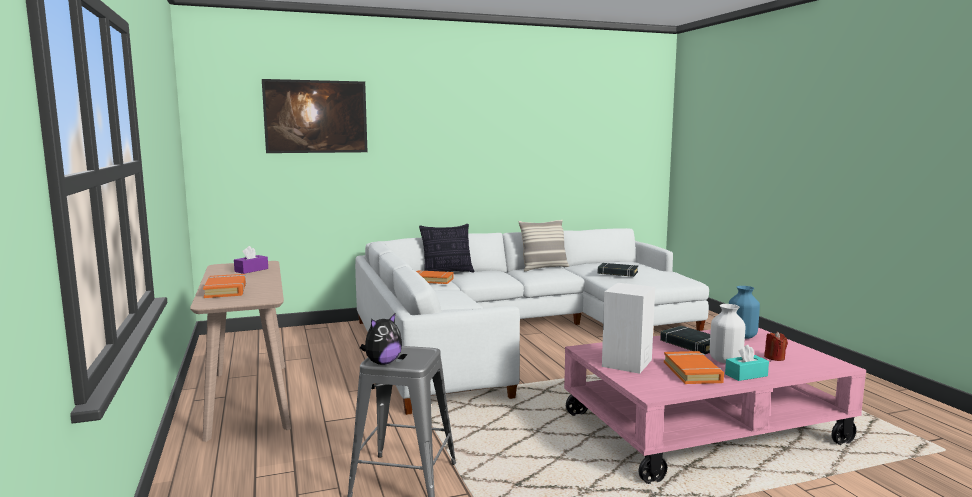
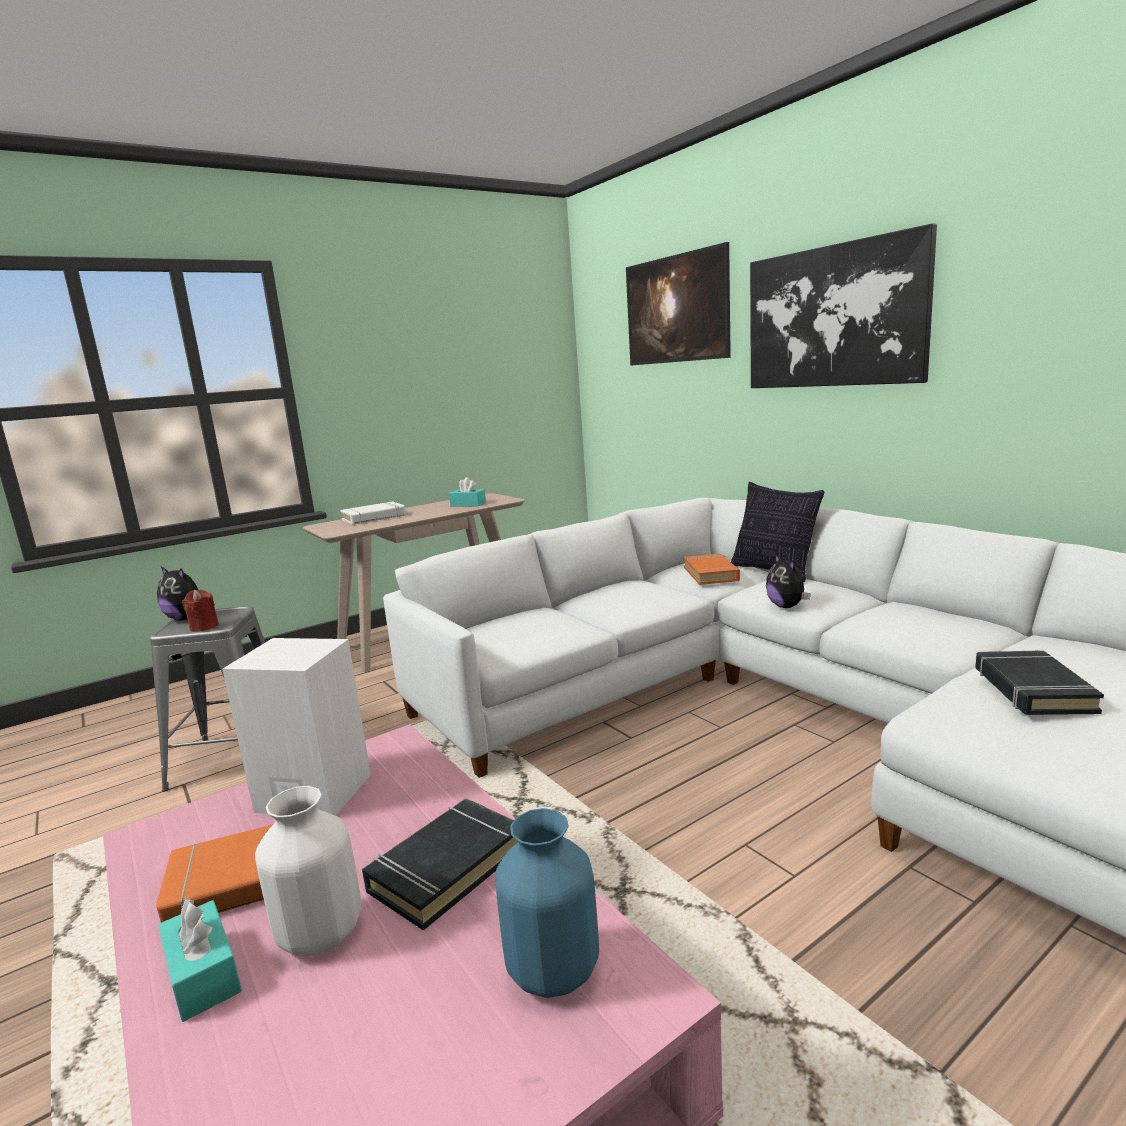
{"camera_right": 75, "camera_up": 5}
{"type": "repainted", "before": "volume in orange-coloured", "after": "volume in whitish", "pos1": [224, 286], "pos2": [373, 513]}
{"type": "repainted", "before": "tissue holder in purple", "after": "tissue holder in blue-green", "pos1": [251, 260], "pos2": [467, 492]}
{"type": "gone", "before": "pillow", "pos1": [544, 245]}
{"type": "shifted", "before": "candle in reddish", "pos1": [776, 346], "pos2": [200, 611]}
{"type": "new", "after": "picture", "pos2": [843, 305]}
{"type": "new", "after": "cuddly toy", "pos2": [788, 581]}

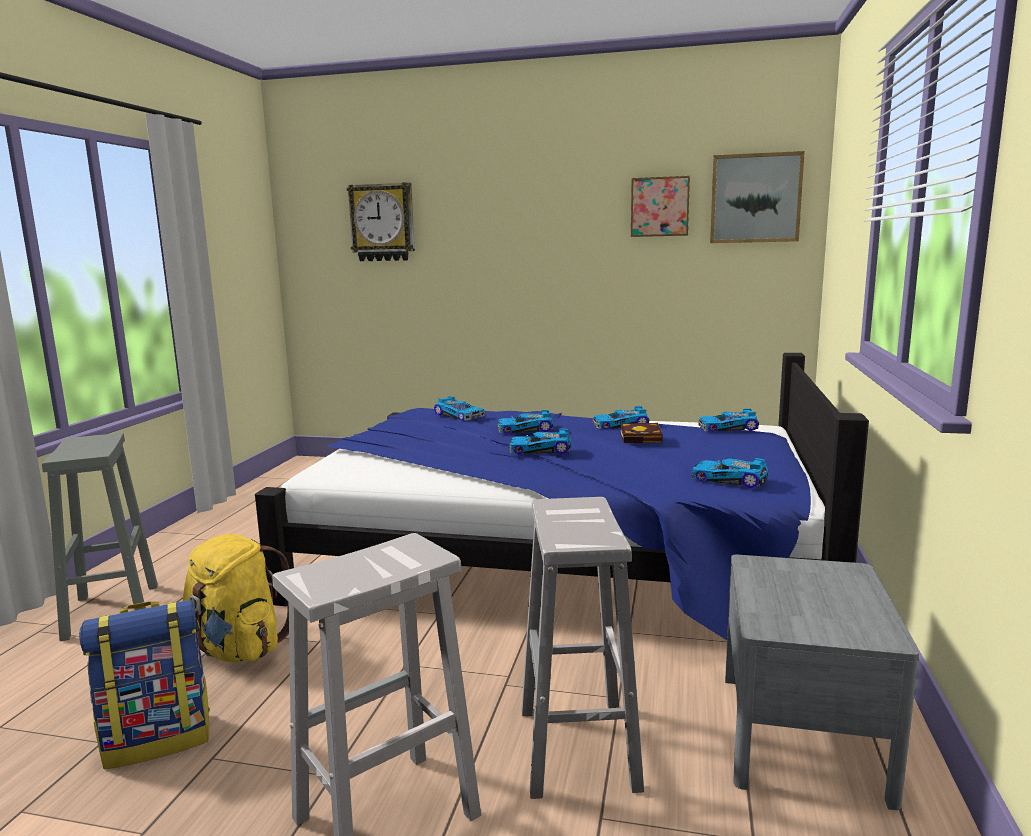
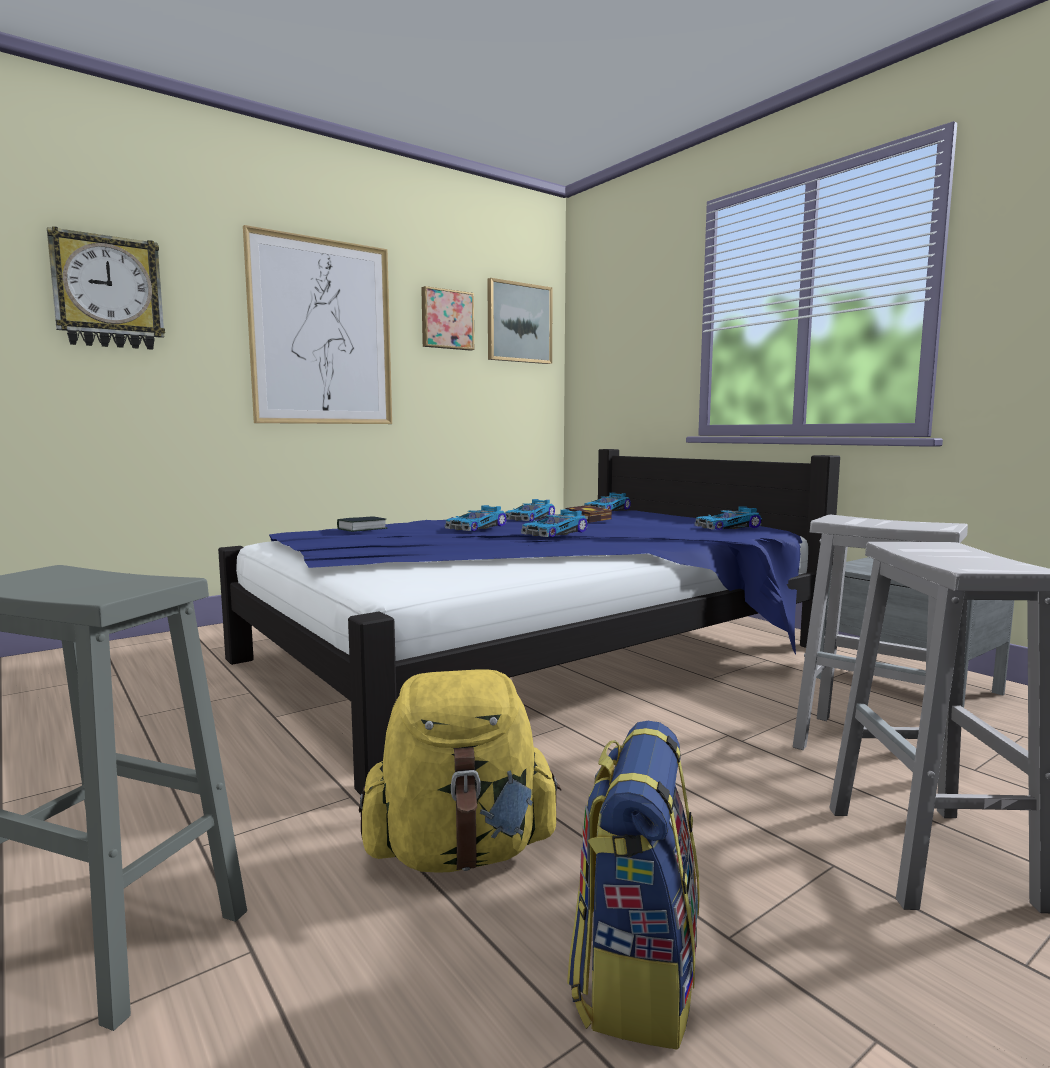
{"camera_right": -50, "camera_up": -5}
{"type": "swapped", "before": "toy car", "after": "volume", "pos1": [459, 408], "pos2": [362, 524]}
{"type": "new", "after": "picture", "pos2": [317, 324]}

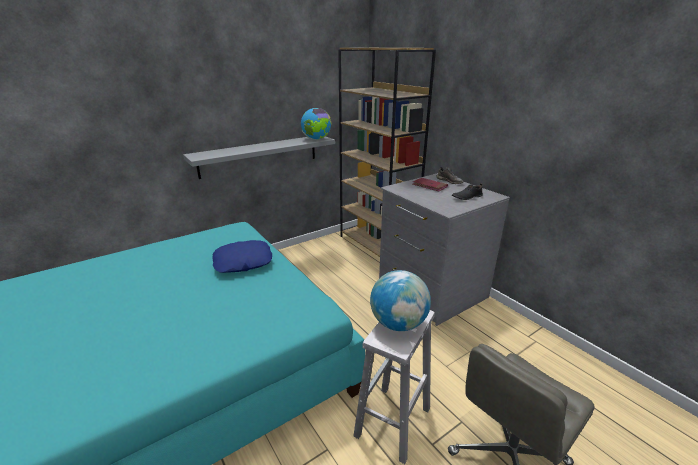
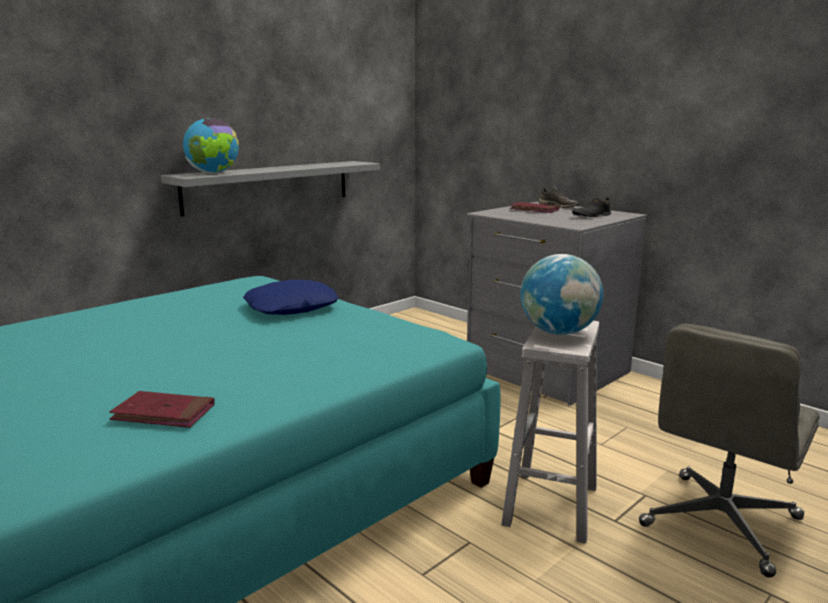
{"camera_right": -10, "camera_up": -10}
{"type": "shifted", "before": "globe", "pos1": [316, 124], "pos2": [211, 146]}
{"type": "gone", "before": "shelving unit in brown", "pos1": [387, 152]}
{"type": "new", "after": "volume in reddish", "pos2": [162, 409]}

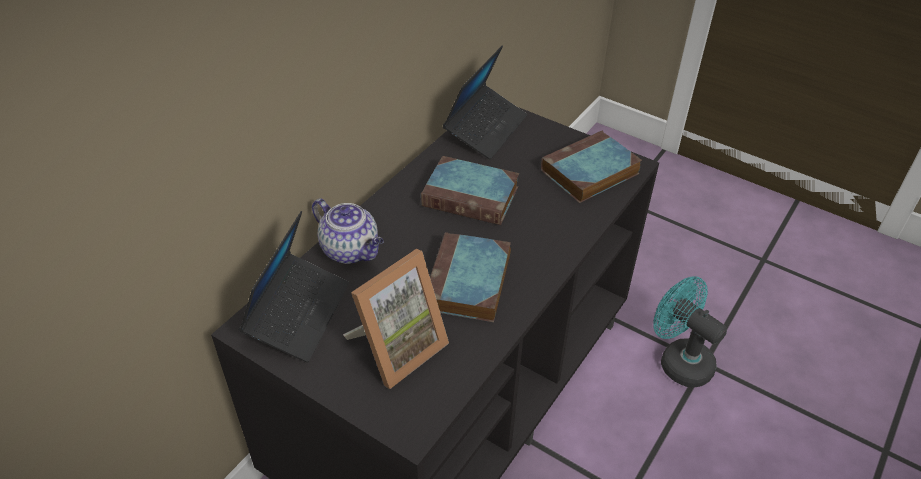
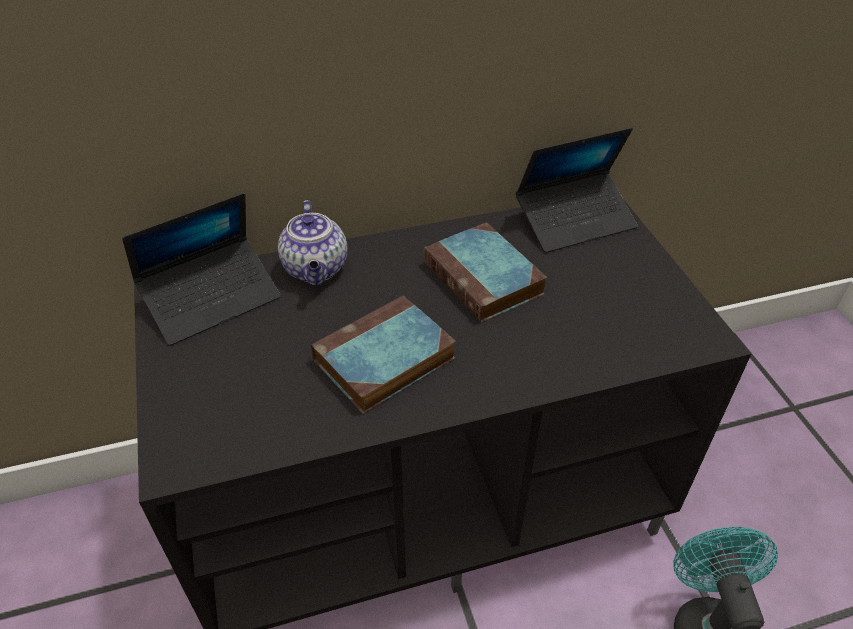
{"camera_right": 40, "camera_up": 0}
{"type": "gone", "before": "standing frame", "pos1": [396, 319]}
{"type": "gone", "before": "volume", "pos1": [591, 167]}

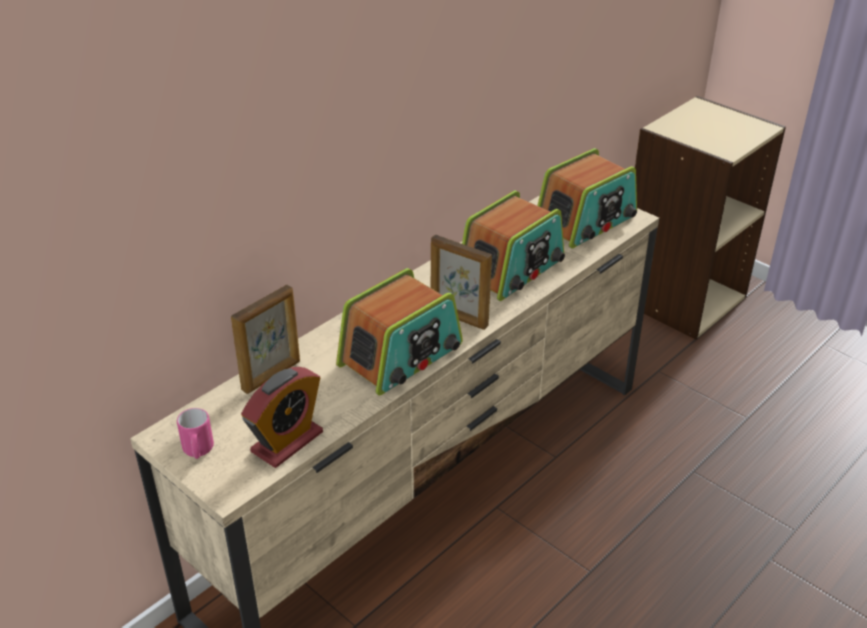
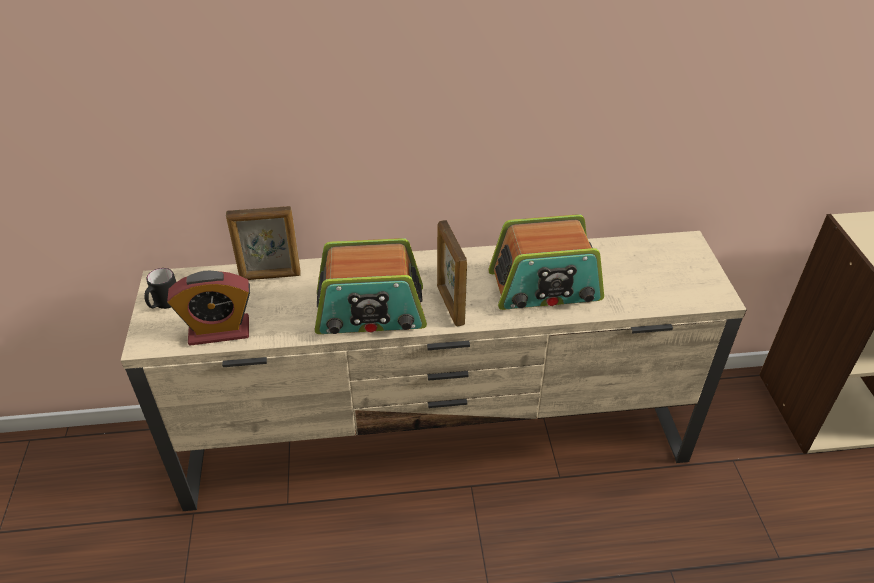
{"camera_right": 40, "camera_up": 5}
{"type": "repainted", "before": "mug in pink-coloured", "after": "mug in blackish", "pos1": [195, 433], "pos2": [160, 288]}
{"type": "gone", "before": "radio", "pos1": [587, 198]}

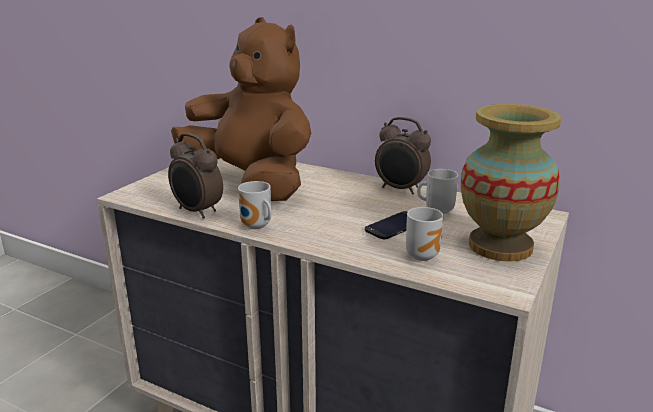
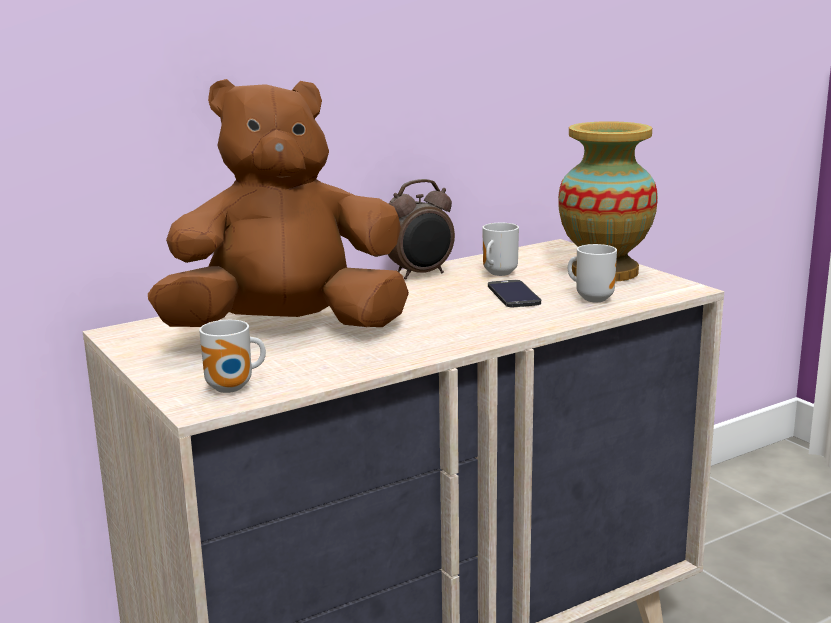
{"camera_right": -60, "camera_up": -5}
{"type": "gone", "before": "bedside clock", "pos1": [195, 176]}
{"type": "shifted", "before": "mug", "pos1": [255, 205], "pos2": [232, 356]}

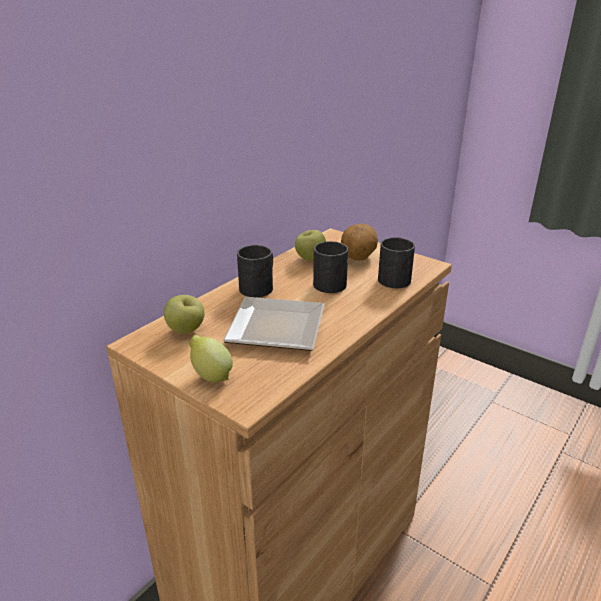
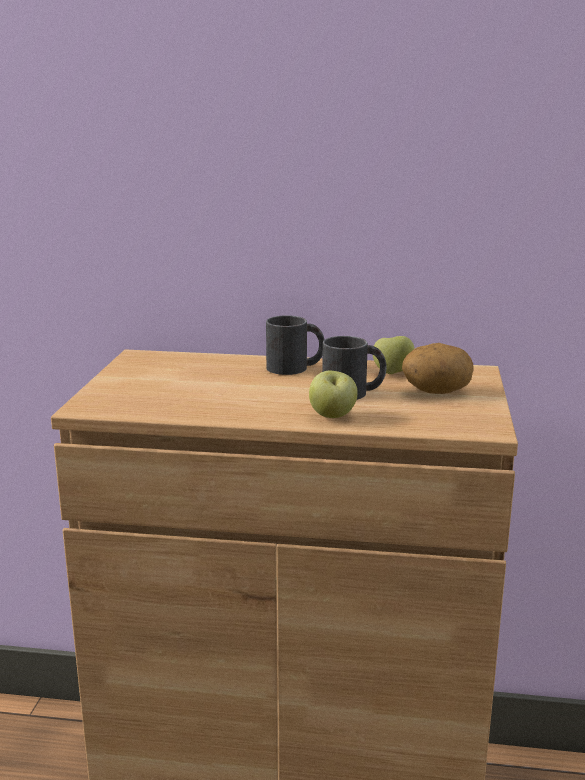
{"camera_right": 60, "camera_up": -10}
{"type": "shifted", "before": "apple fruit", "pos1": [184, 314], "pos2": [333, 394]}
{"type": "gone", "before": "whole lemon", "pos1": [211, 358]}
{"type": "gone", "before": "flat dish", "pos1": [273, 324]}
{"type": "gone", "before": "mug in blackish", "pos1": [396, 262]}

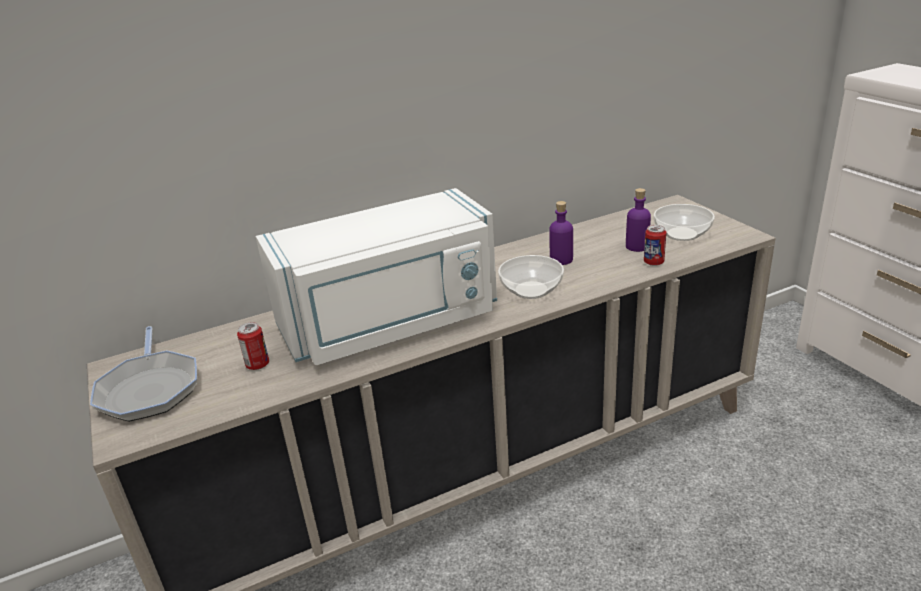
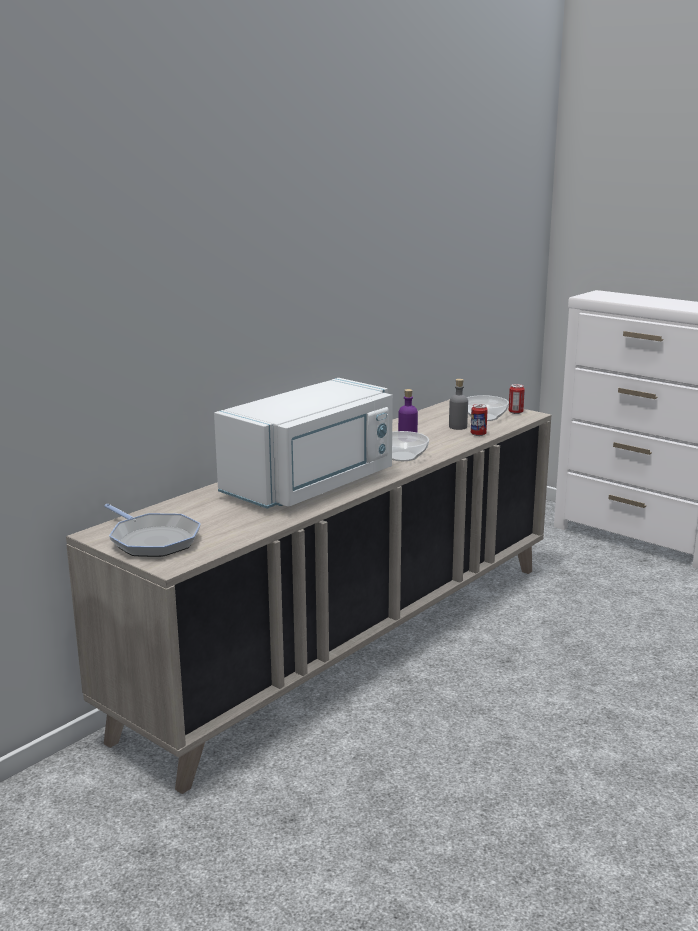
{"camera_right": -25, "camera_up": -10}
{"type": "shifted", "before": "can", "pos1": [253, 346], "pos2": [517, 399]}
{"type": "repainted", "before": "drink bottle in purple", "after": "drink bottle in gray", "pos1": [638, 220], "pos2": [458, 404]}

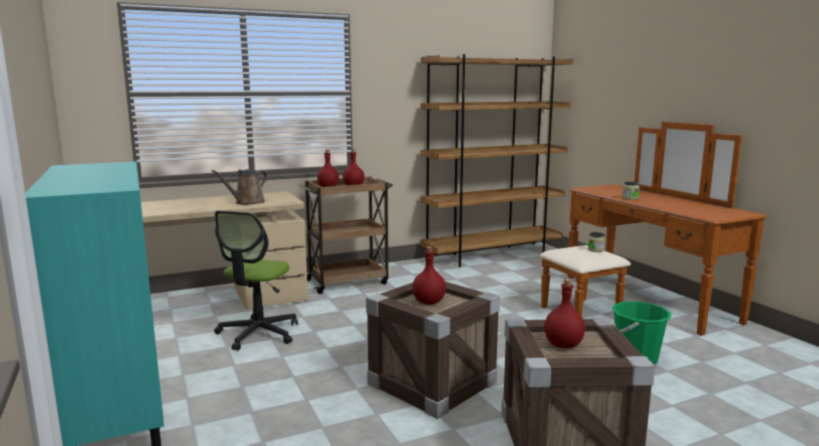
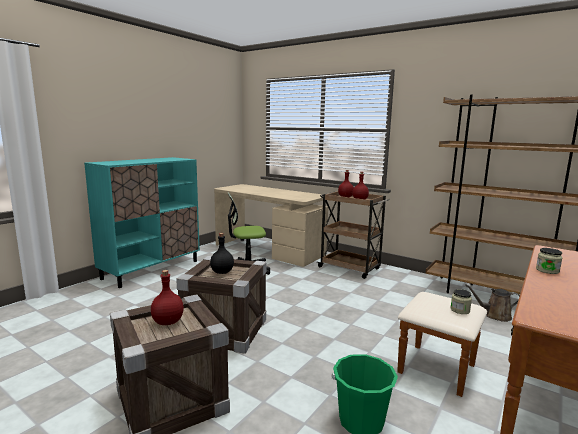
{"camera_right": 60, "camera_up": 0}
{"type": "shifted", "before": "watering can in brown", "pos1": [239, 187], "pos2": [492, 303]}
{"type": "repainted", "before": "drink bottle in reddish", "after": "drink bottle in blackish", "pos1": [429, 275], "pos2": [222, 253]}

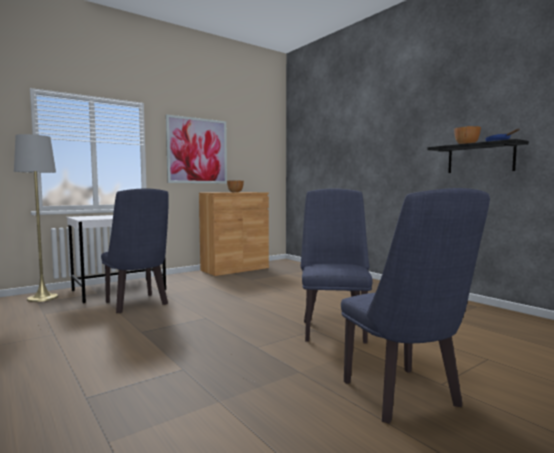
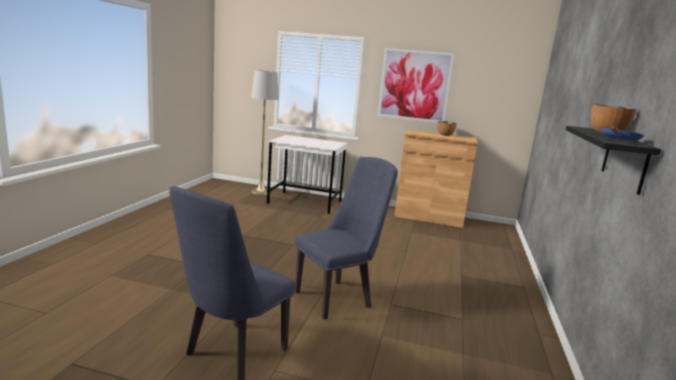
{"camera_right": 50, "camera_up": 10}
{"type": "gone", "before": "chair in bluish", "pos1": [135, 250]}

